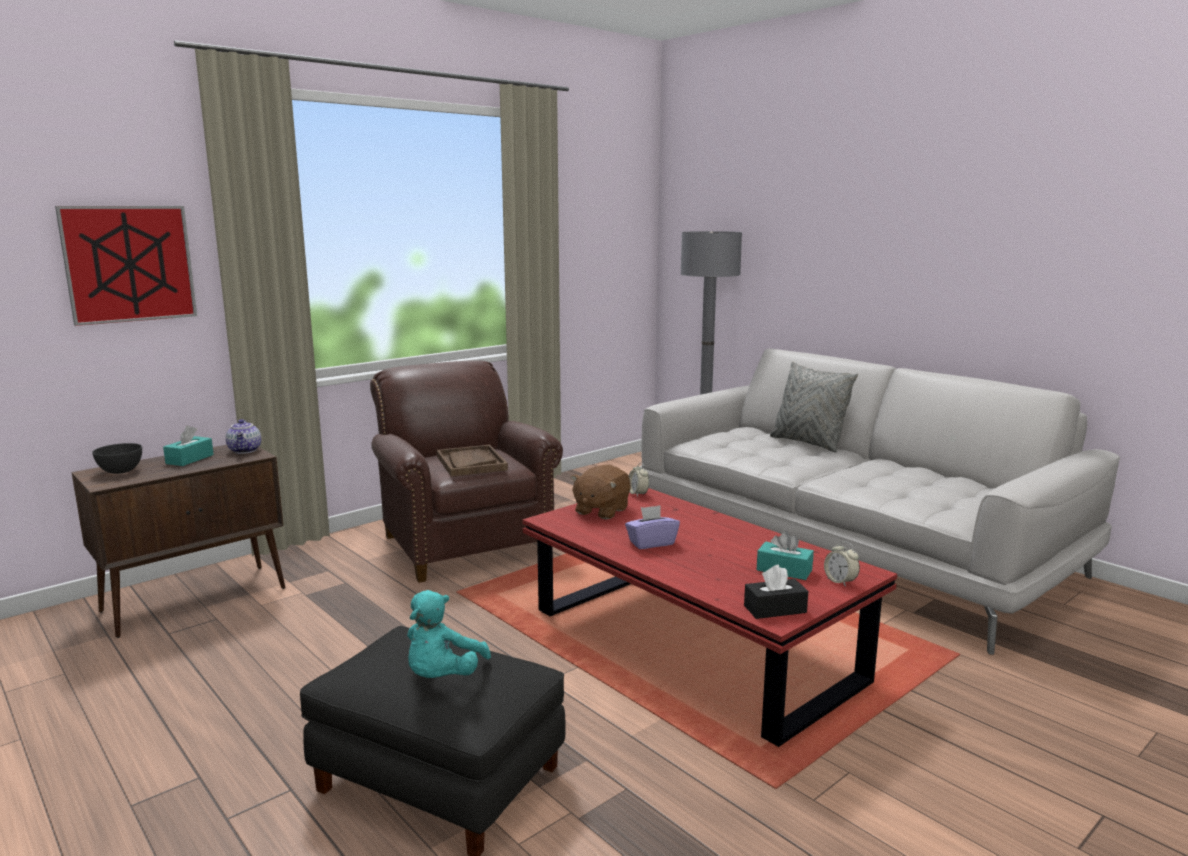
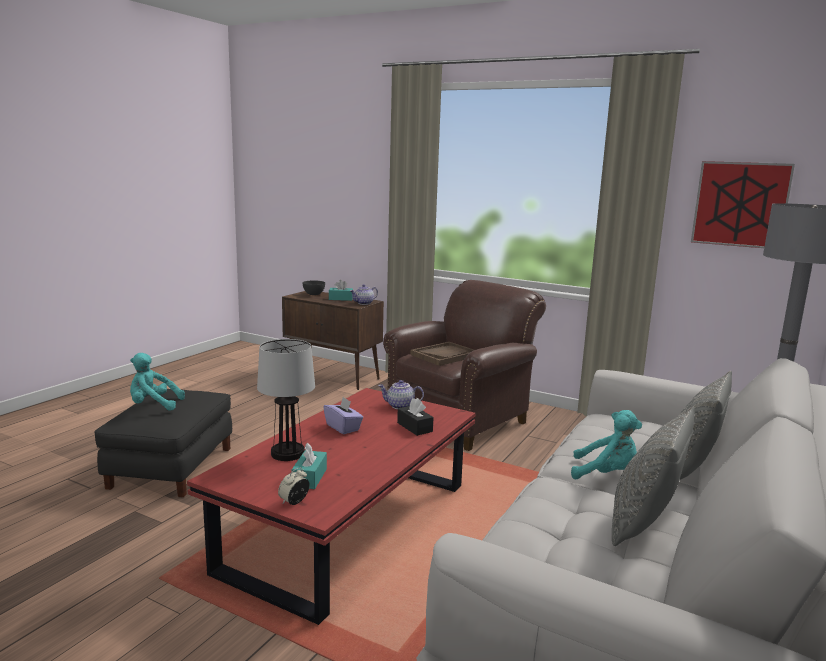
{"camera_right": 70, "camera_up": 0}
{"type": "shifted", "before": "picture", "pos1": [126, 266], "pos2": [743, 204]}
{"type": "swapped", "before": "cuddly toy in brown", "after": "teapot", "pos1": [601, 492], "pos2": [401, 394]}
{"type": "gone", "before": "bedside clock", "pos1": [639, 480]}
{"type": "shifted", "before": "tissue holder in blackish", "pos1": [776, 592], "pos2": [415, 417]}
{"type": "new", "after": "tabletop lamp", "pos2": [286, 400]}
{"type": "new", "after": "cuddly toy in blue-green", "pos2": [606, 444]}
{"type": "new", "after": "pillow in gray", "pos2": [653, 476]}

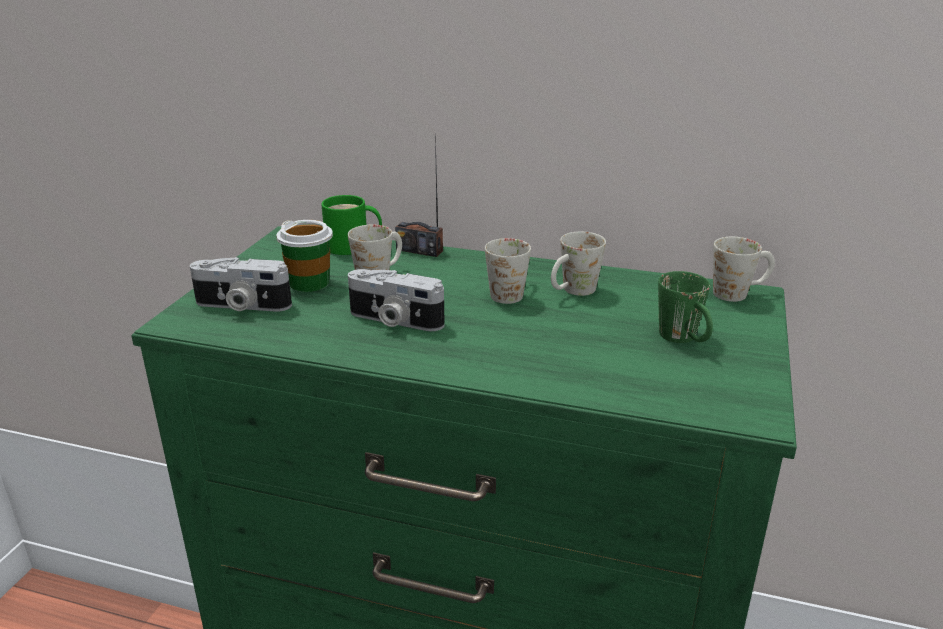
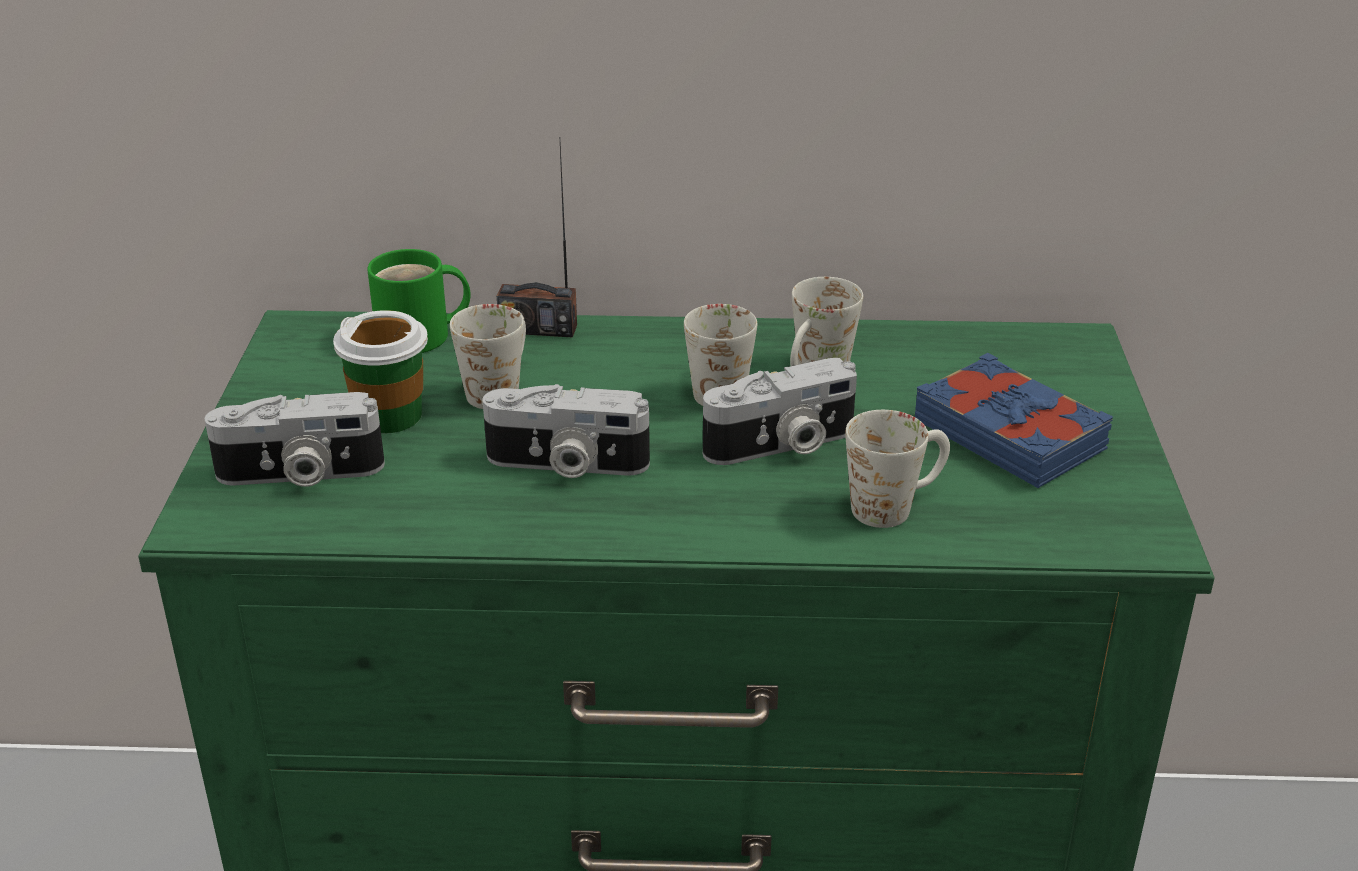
{"camera_right": -15, "camera_up": 5}
{"type": "swapped", "before": "mug in green", "after": "volume in bluish", "pos1": [685, 307], "pos2": [1014, 420]}
{"type": "shifted", "before": "mug in whitish", "pos1": [744, 269], "pos2": [897, 469]}
{"type": "new", "after": "still camera", "pos2": [780, 411]}

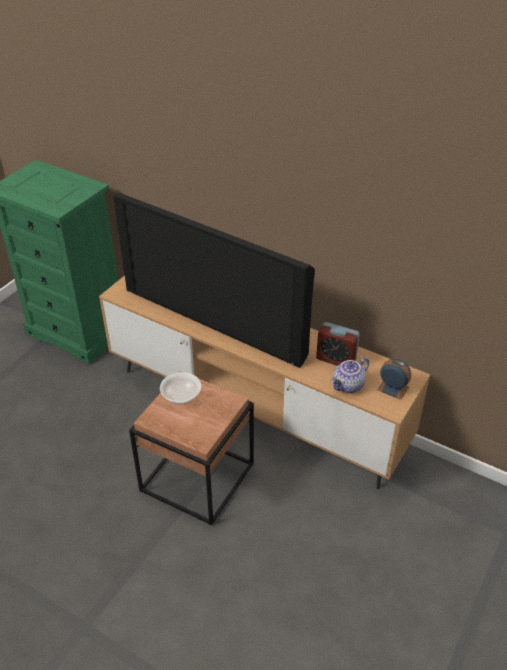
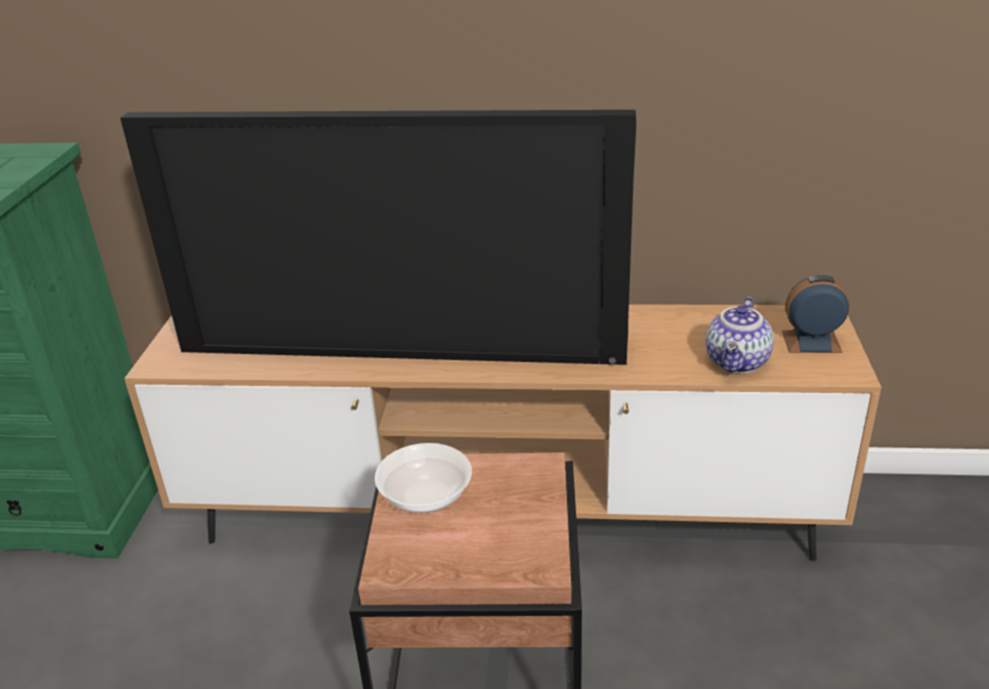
{"camera_right": -25, "camera_up": -10}
{"type": "gone", "before": "bedside clock", "pos1": [338, 344]}

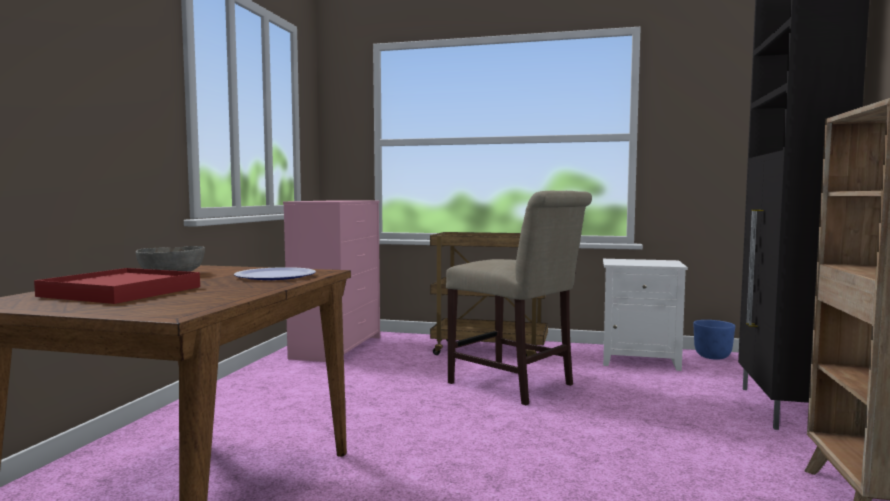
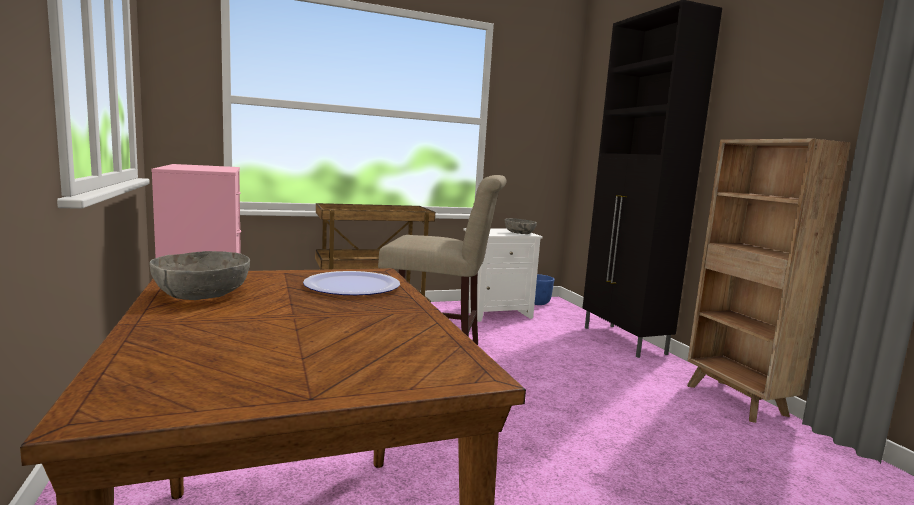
{"camera_right": -35, "camera_up": 5}
{"type": "gone", "before": "serving tray in reddish", "pos1": [117, 286]}
{"type": "new", "after": "serving bowl in gray", "pos2": [521, 226]}

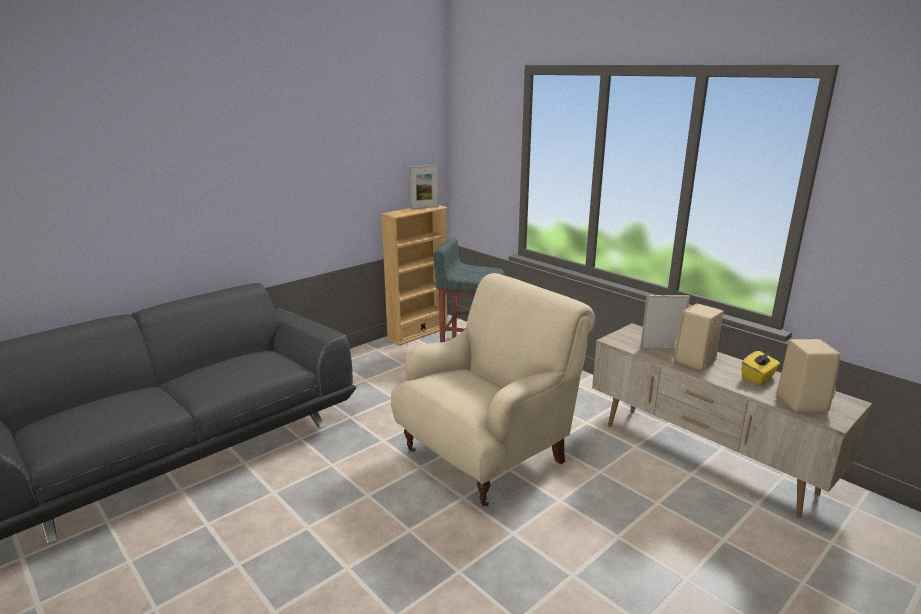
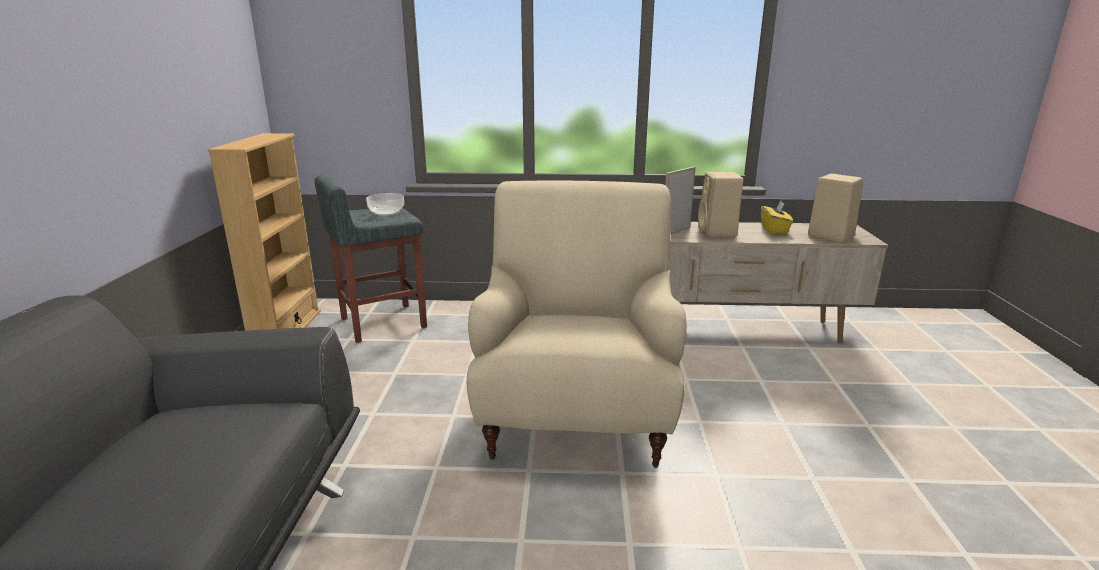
{"camera_right": -45, "camera_up": 0}
{"type": "gone", "before": "standing frame", "pos1": [424, 187]}
{"type": "new", "after": "serving bowl", "pos2": [385, 204]}

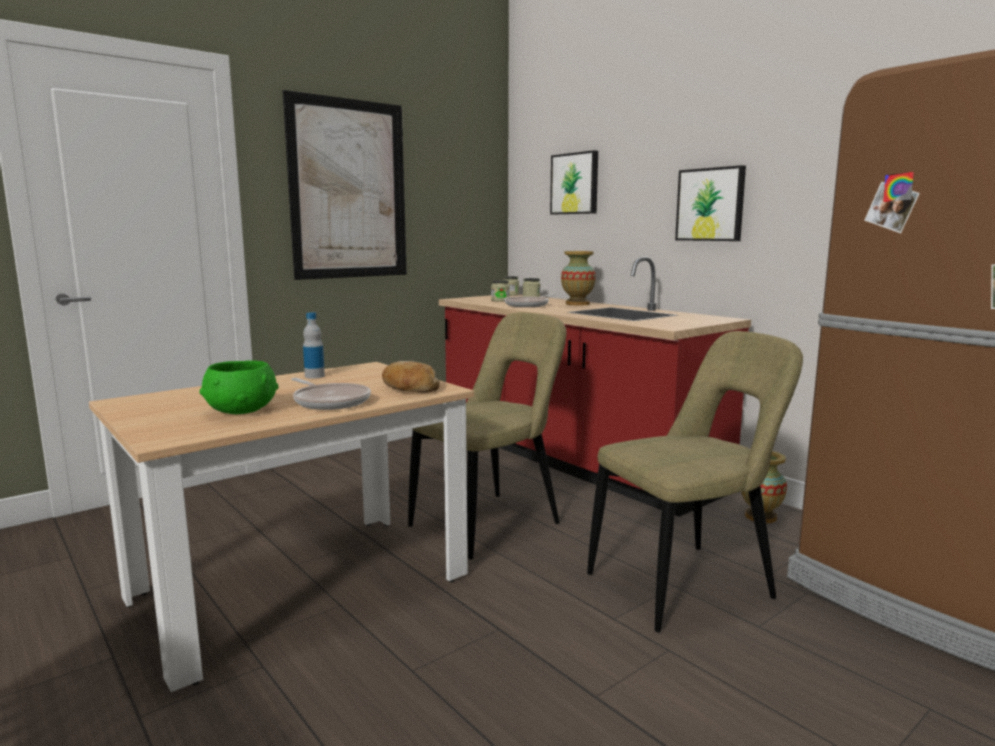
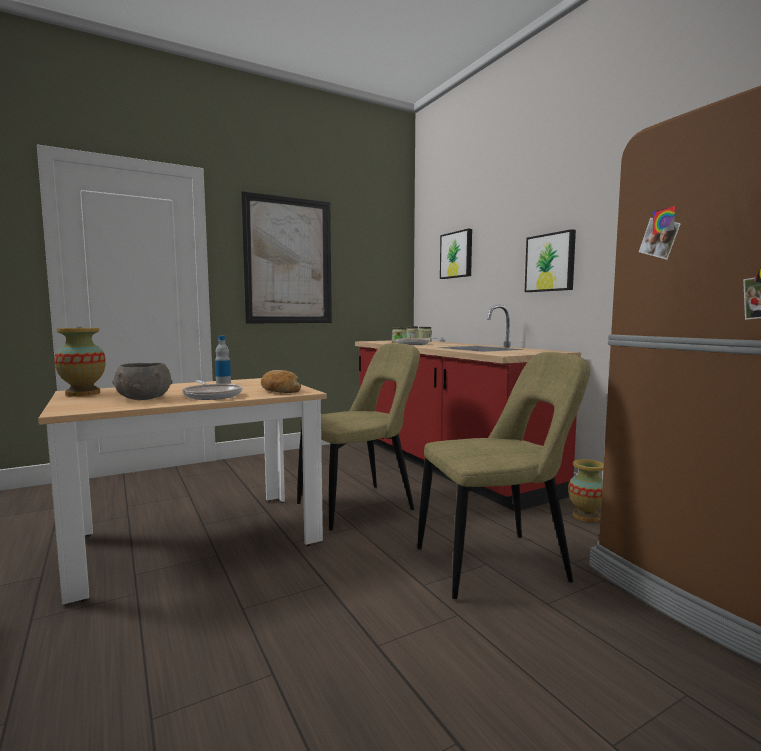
{"camera_right": 10, "camera_up": -5}
{"type": "repainted", "before": "serving bowl in green", "after": "serving bowl in gray", "pos1": [239, 387], "pos2": [143, 381]}
{"type": "shifted", "before": "vase", "pos1": [578, 278], "pos2": [80, 362]}

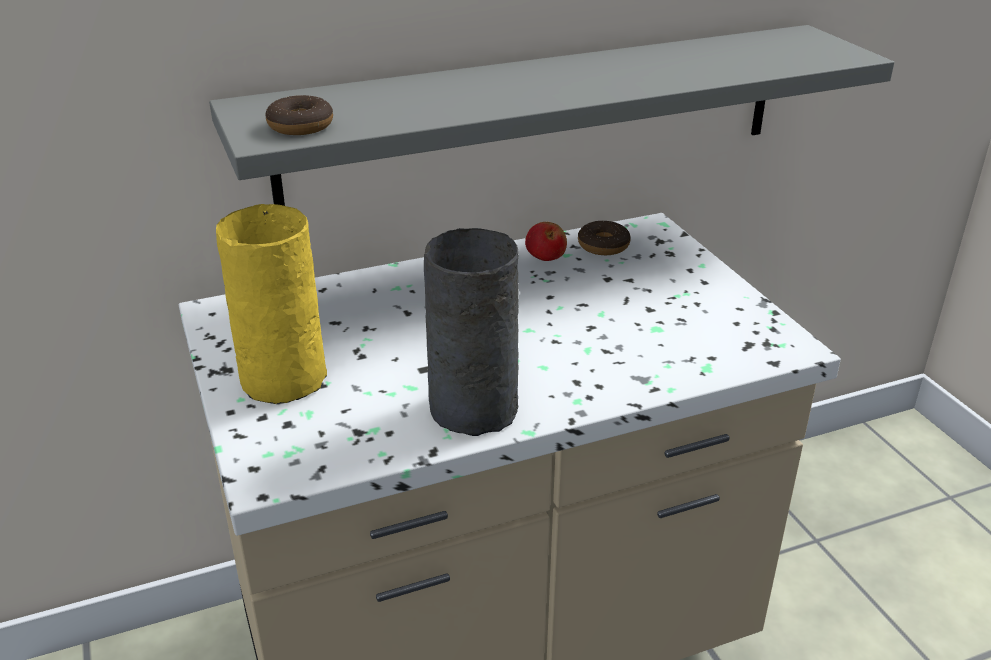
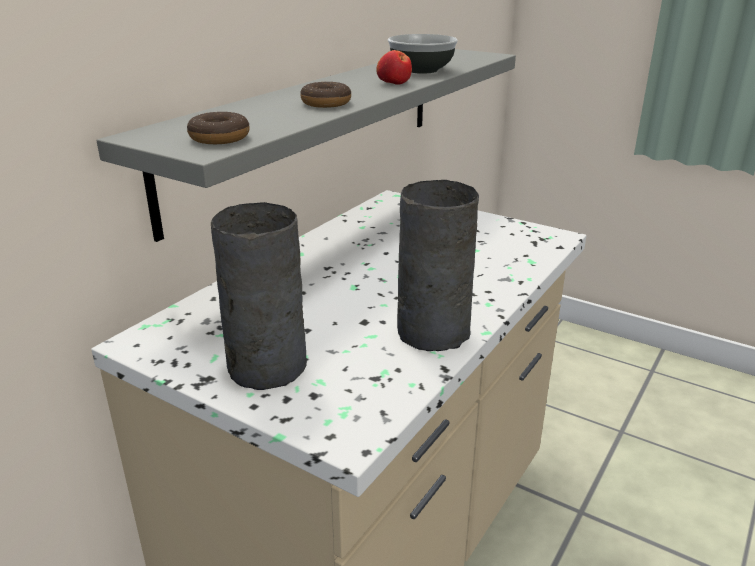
{"camera_right": -35, "camera_up": -5}
{"type": "repainted", "before": "vase in yellowish", "after": "vase in gray", "pos1": [271, 304], "pos2": [259, 296]}
{"type": "shifted", "before": "apple fruit", "pos1": [546, 241], "pos2": [394, 67]}
{"type": "shifted", "before": "donut", "pos1": [604, 237], "pos2": [325, 94]}
{"type": "new", "after": "serving bowl", "pos2": [423, 54]}

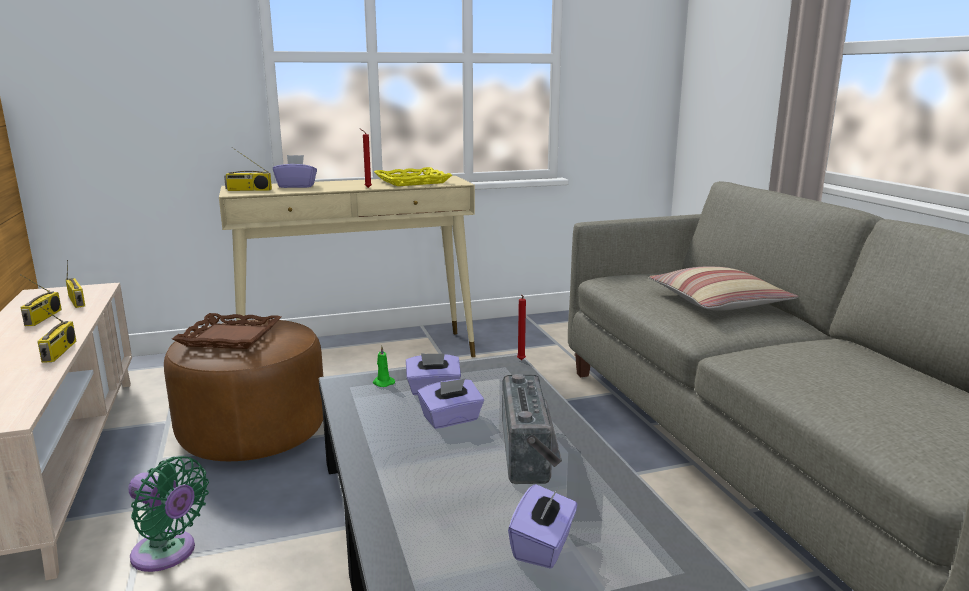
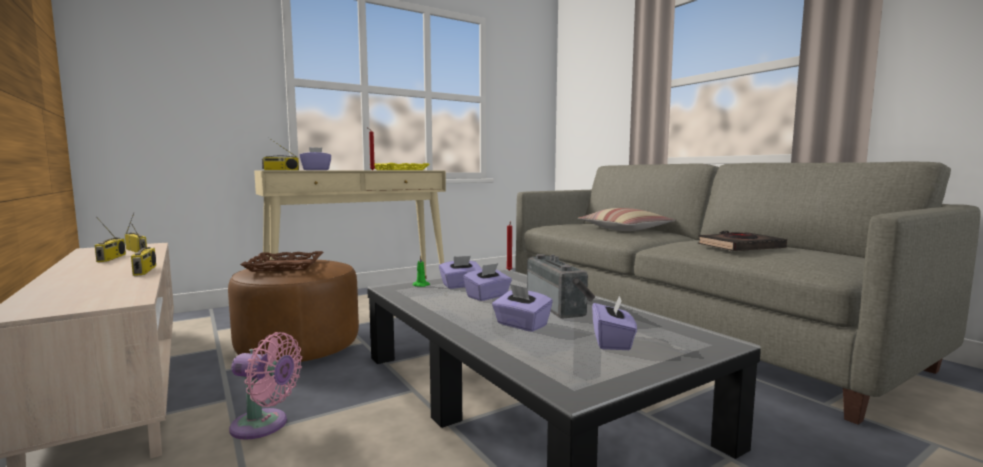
{"camera_right": -15, "camera_up": -10}
{"type": "repainted", "before": "fan in green", "after": "fan in pink-coloured", "pos1": [168, 514], "pos2": [265, 386]}
{"type": "new", "after": "tissue holder in purple", "pos2": [522, 308]}
{"type": "new", "after": "volume in blackish", "pos2": [742, 241]}

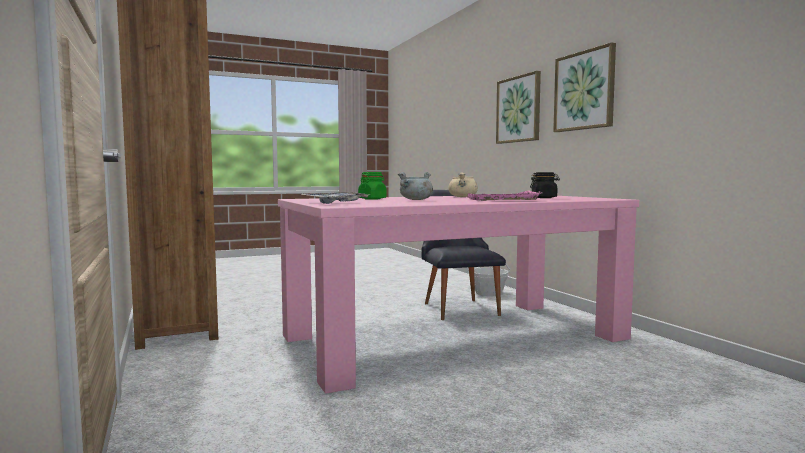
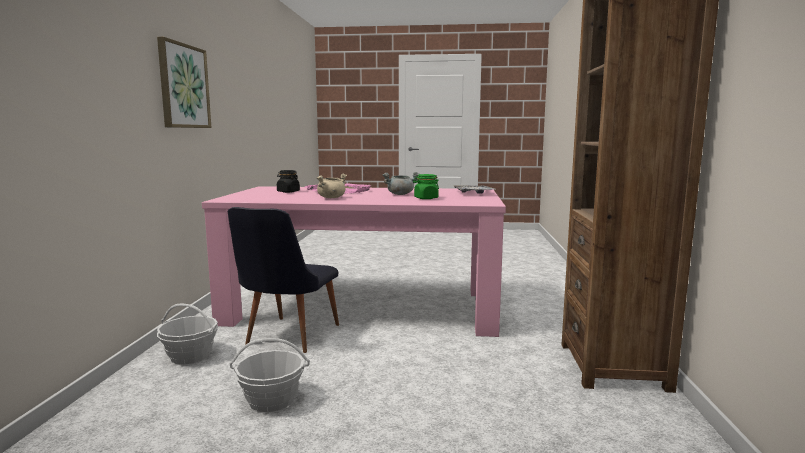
{"camera_right": -150, "camera_up": 5}
{"type": "gone", "before": "picture", "pos1": [518, 107]}
{"type": "new", "after": "basket", "pos2": [270, 375]}

